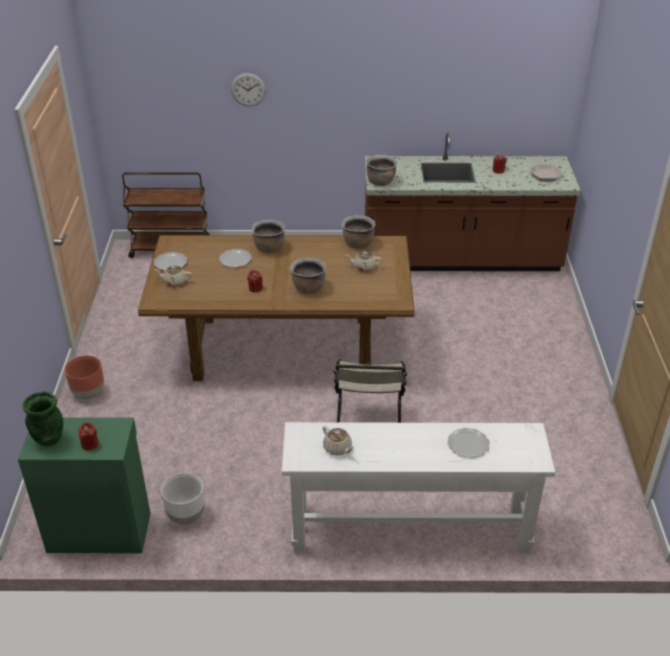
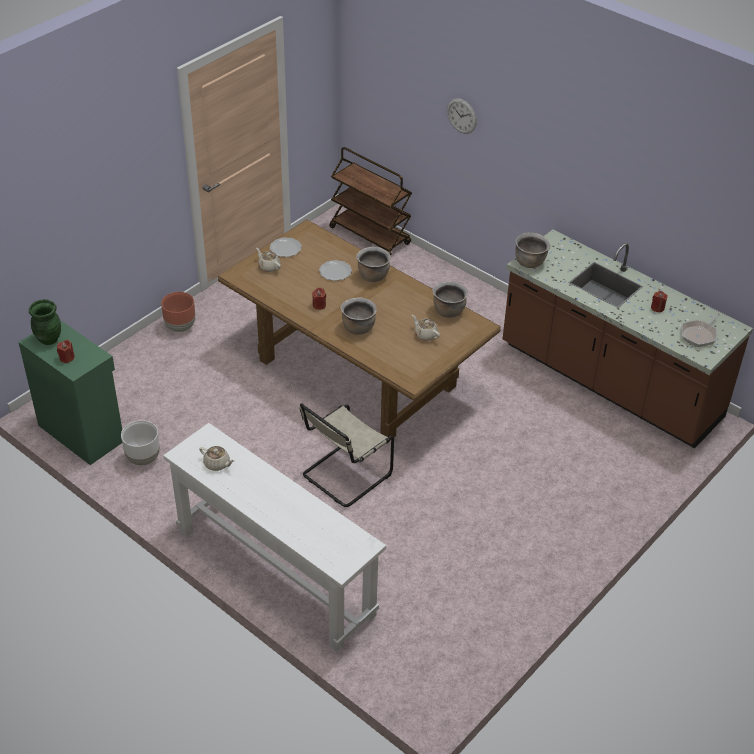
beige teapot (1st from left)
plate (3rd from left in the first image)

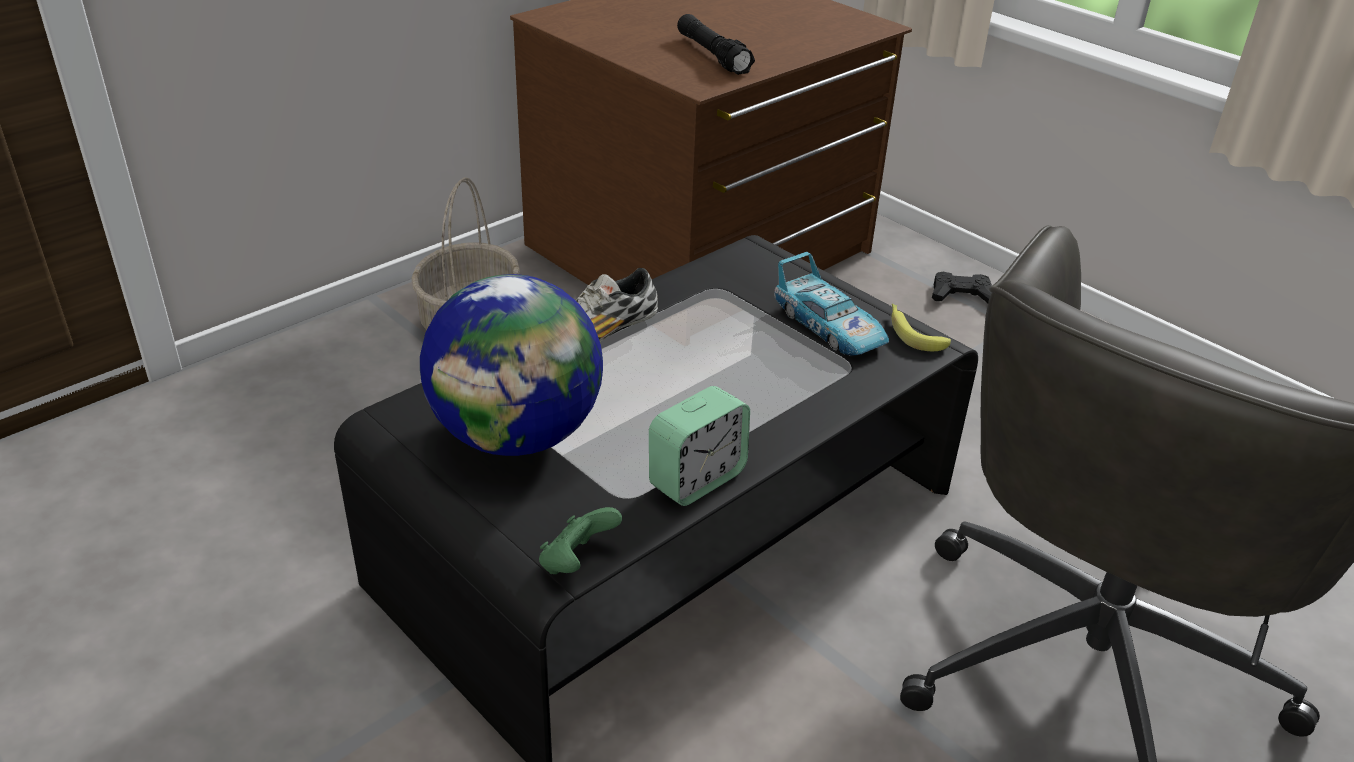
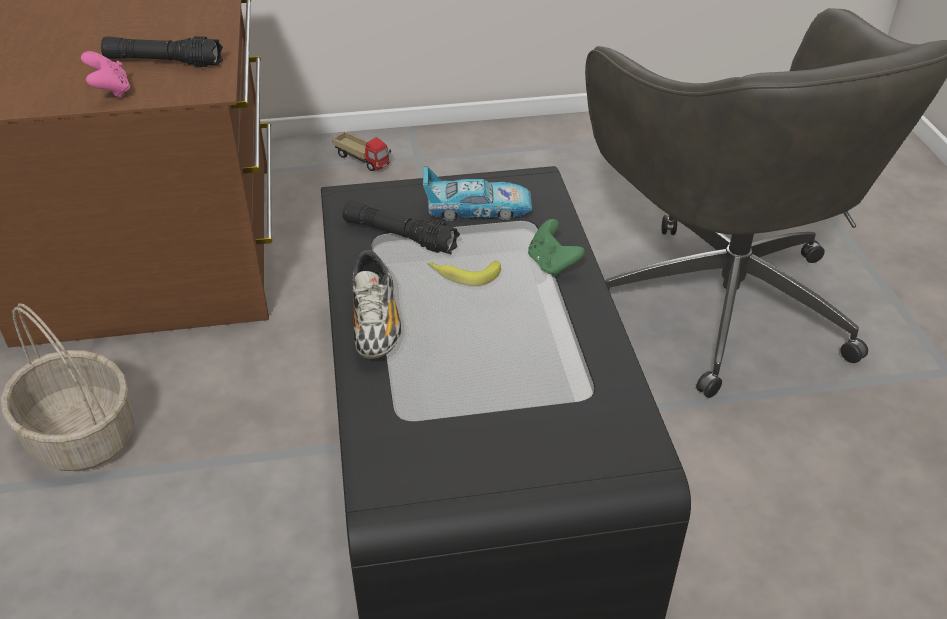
desk globe
green gamepad
table clock
banana
toy lorry
pink-coloured gamepad
blackish torch (2nd from left)

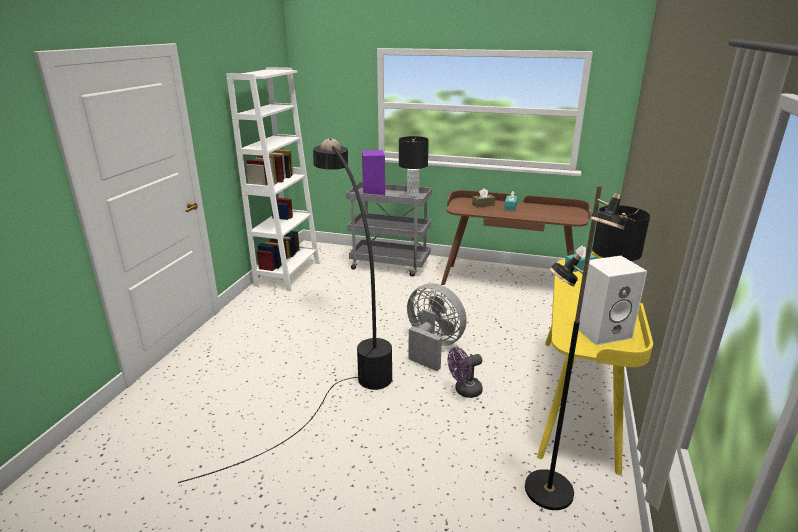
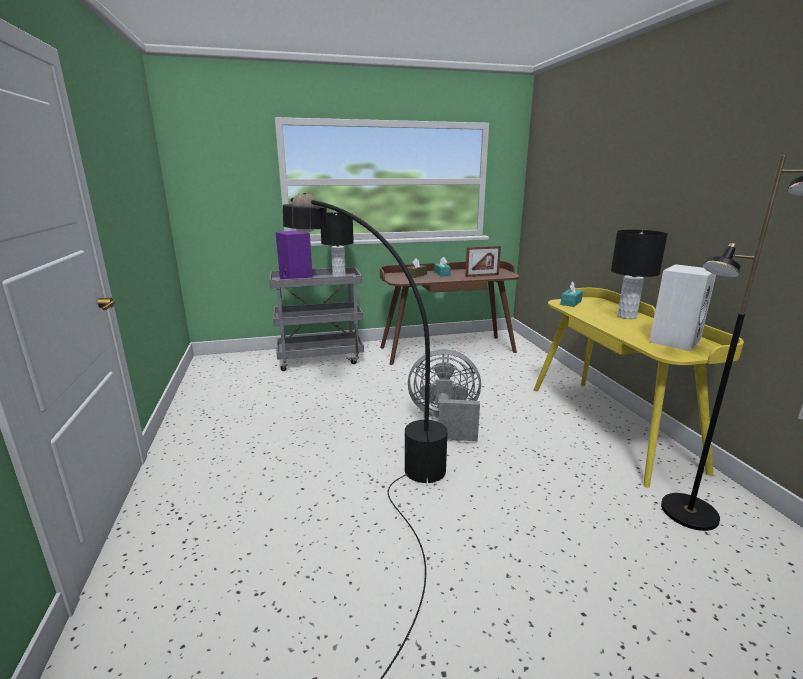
whitish shelving unit
purplish fan
standing frame

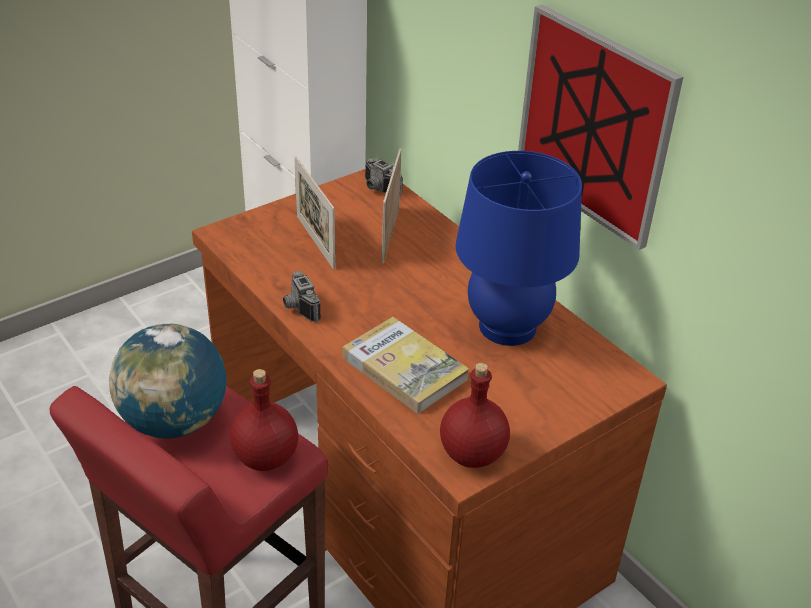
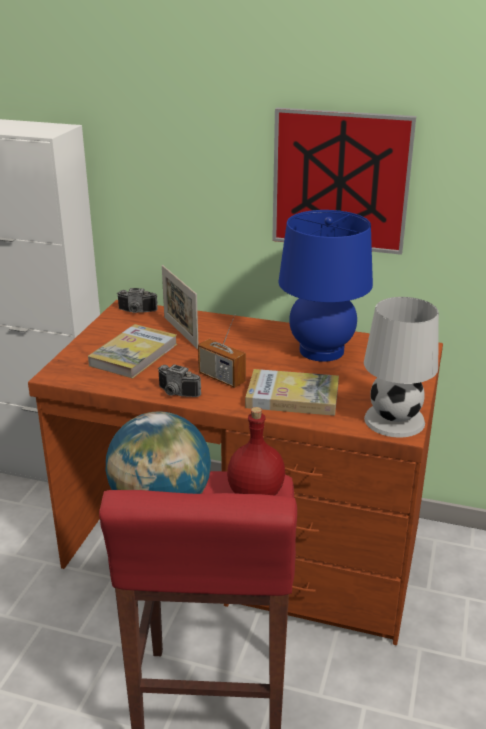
bound book (1st from left)
whitish tabletop lamp
radio

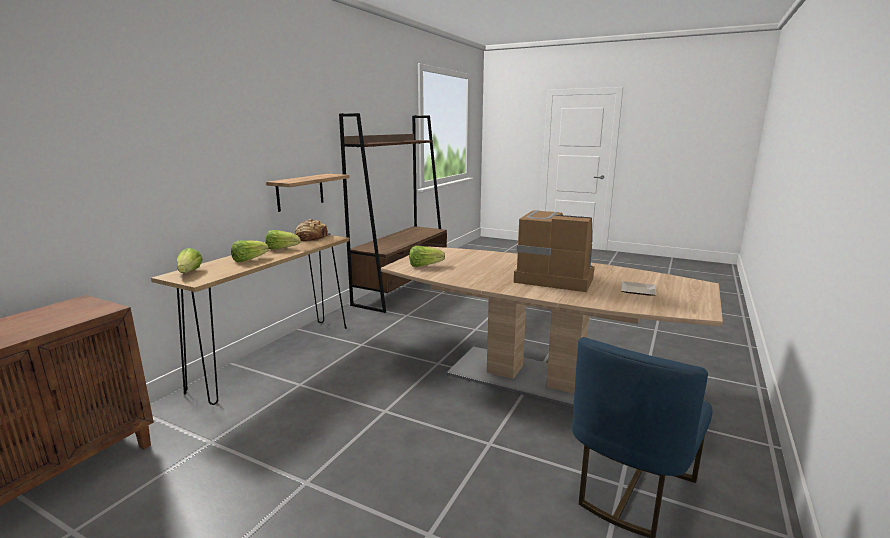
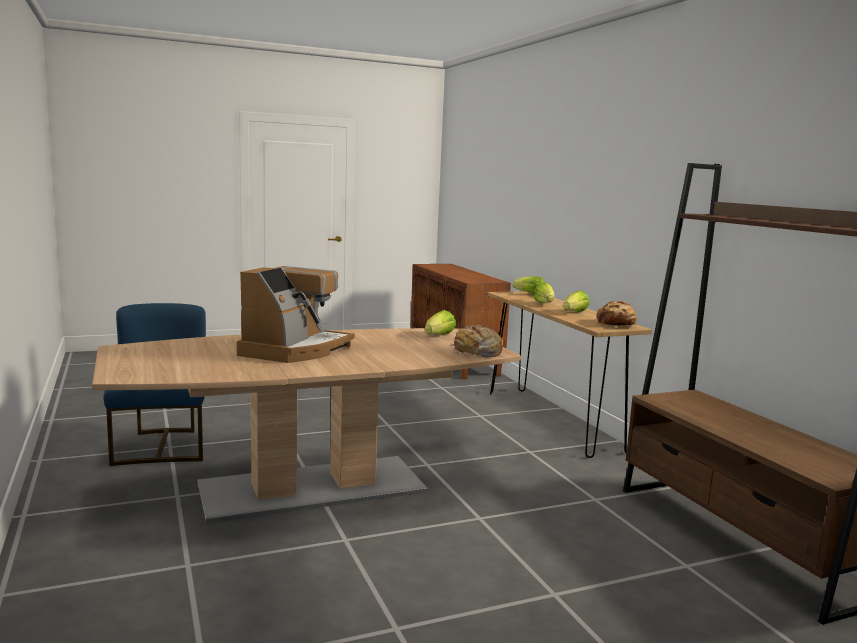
wall shelf
coffee brewer
plate
bakery bread (1st from left)

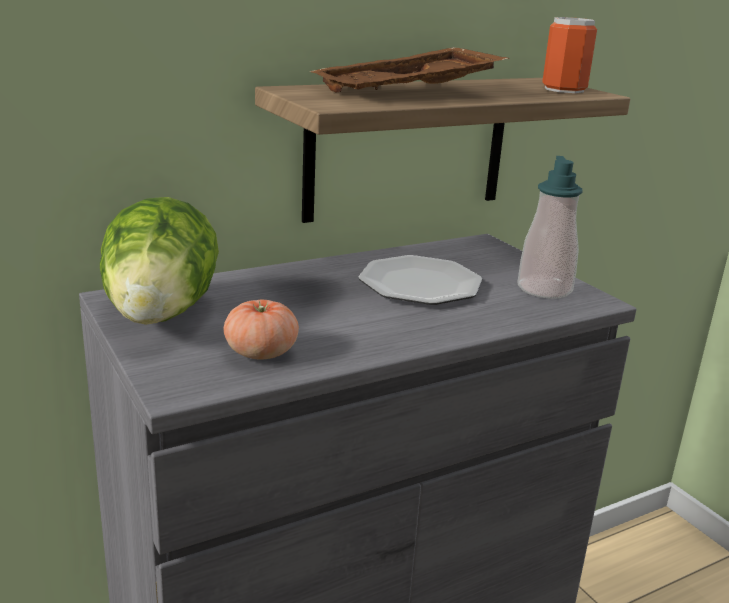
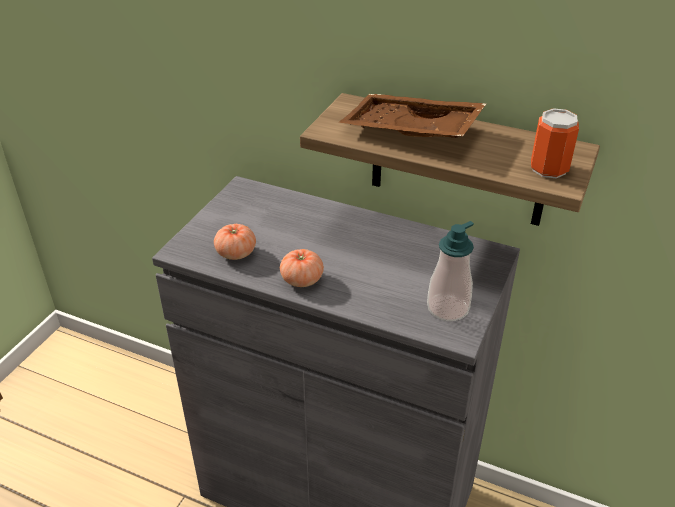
head of lettuce
plate
tomato (2nd from left)

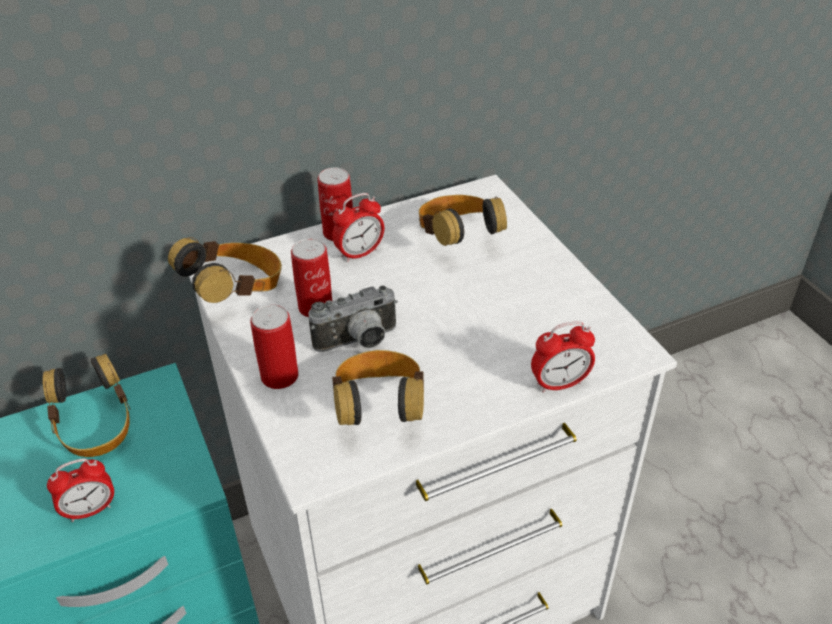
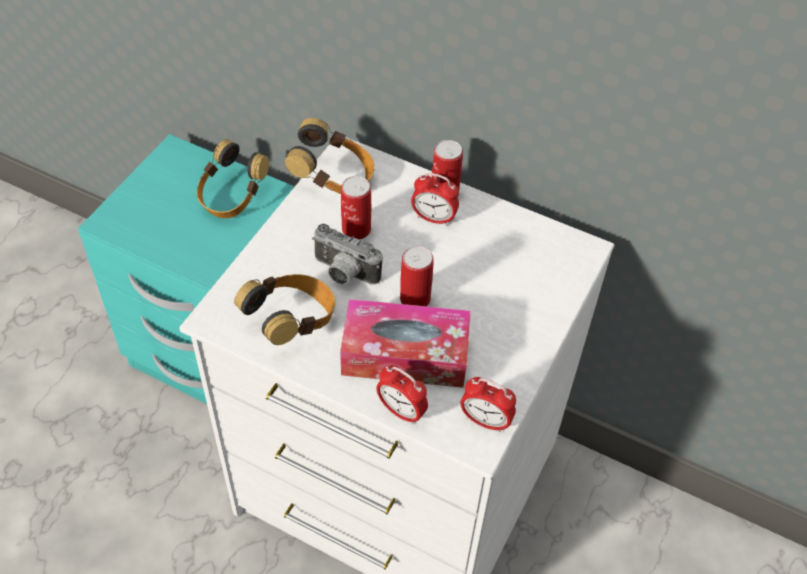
table clock (3rd from left)
can (2nd from left)
headphones (4th from left in the first image)
tissue box

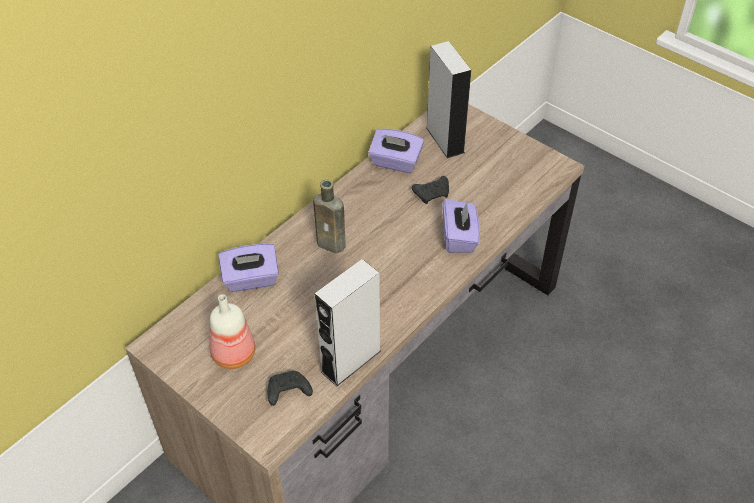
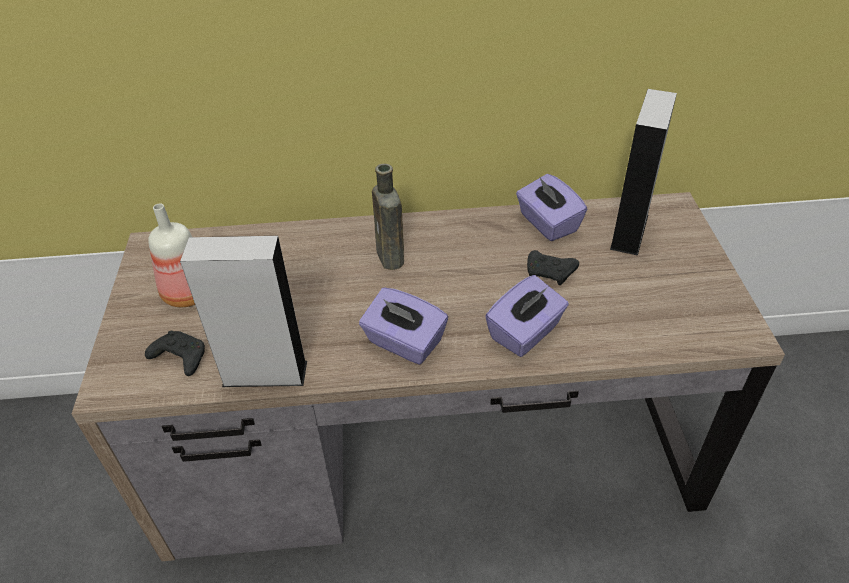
purplish tissue box (1st from left)

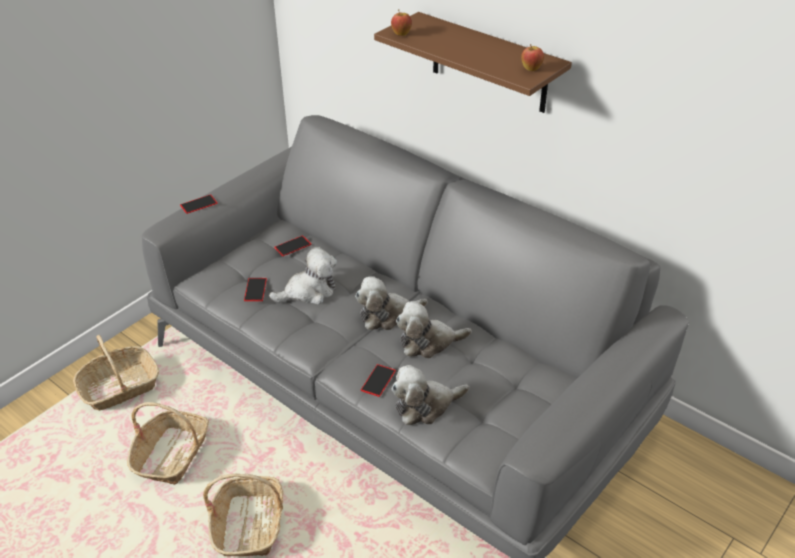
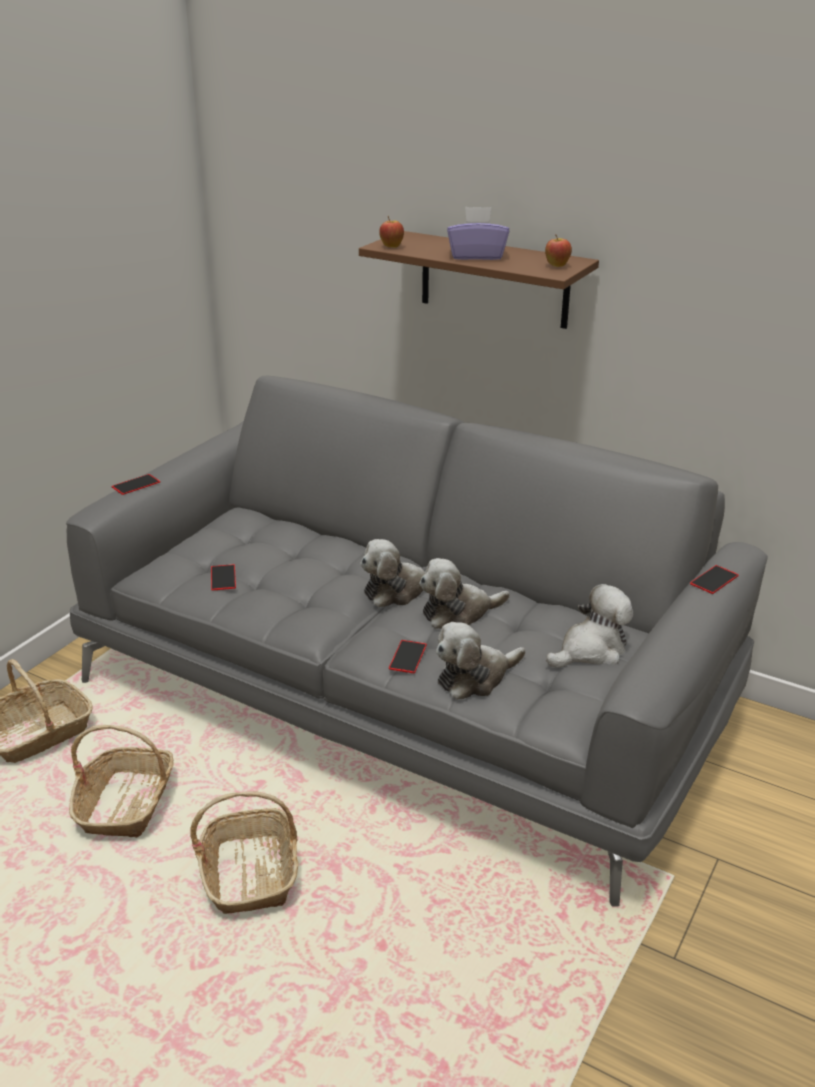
soft toy (4th from left)
handset (4th from left)
purplish tissue box

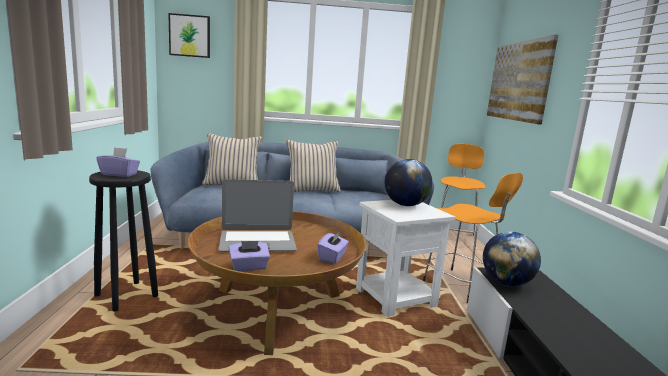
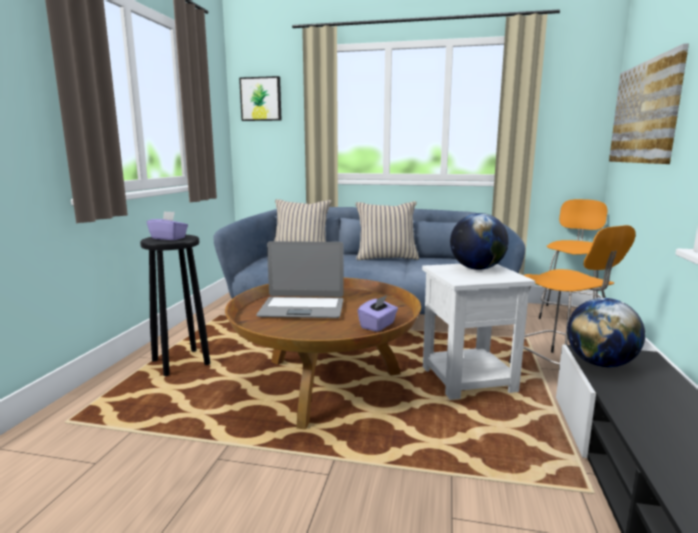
purplish tissue box (2nd from left in the first image)

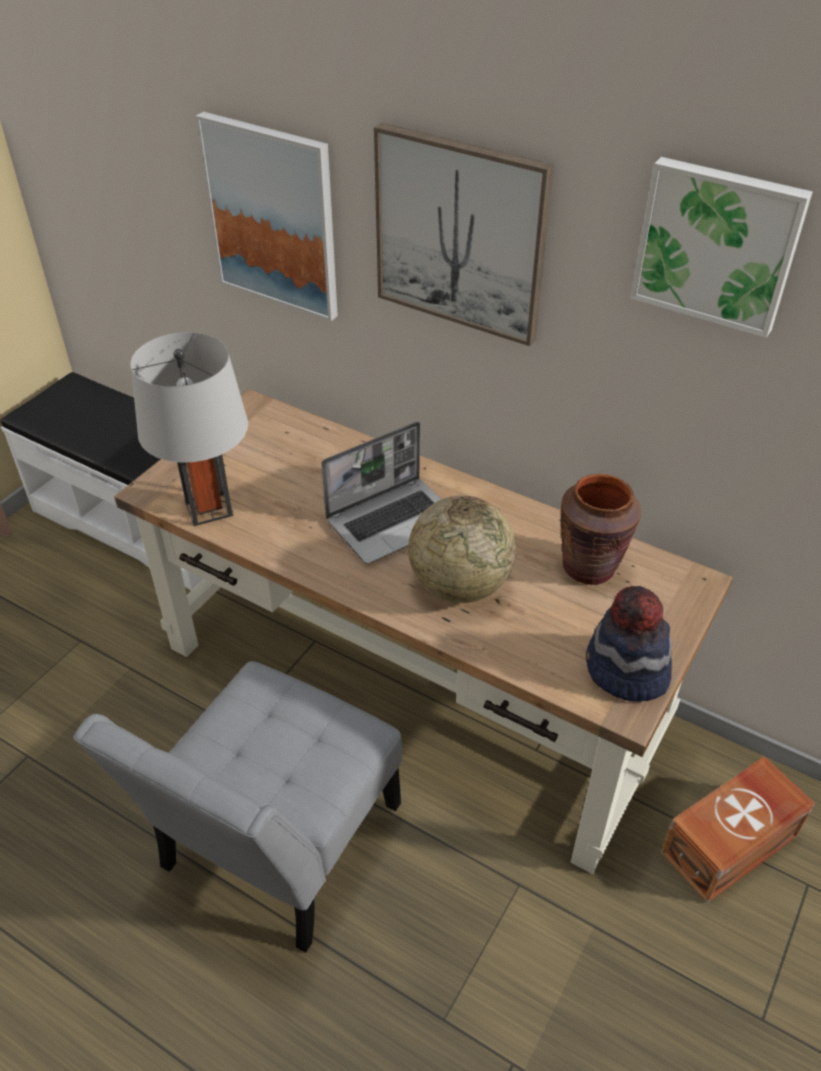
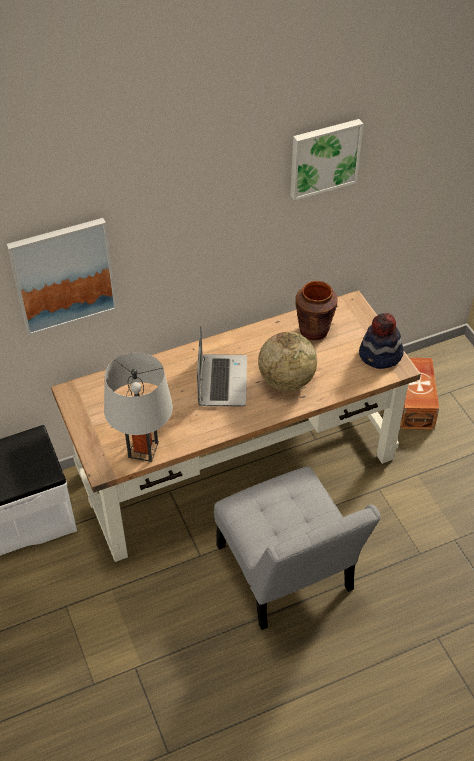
wall picture (2nd from left in the first image)

